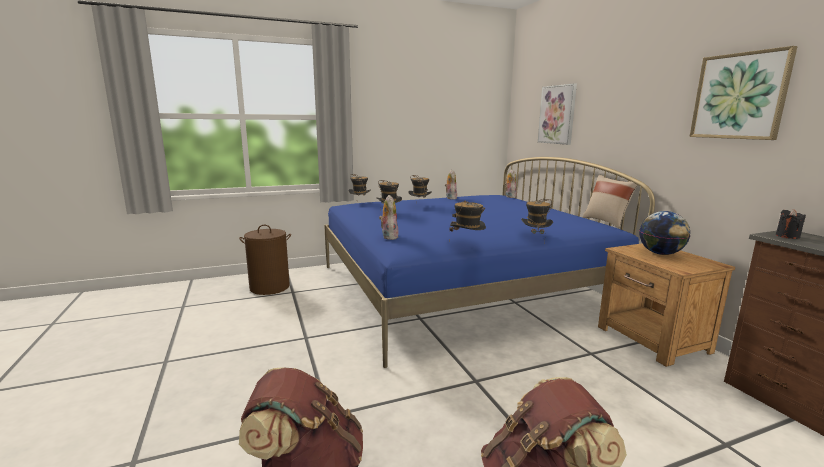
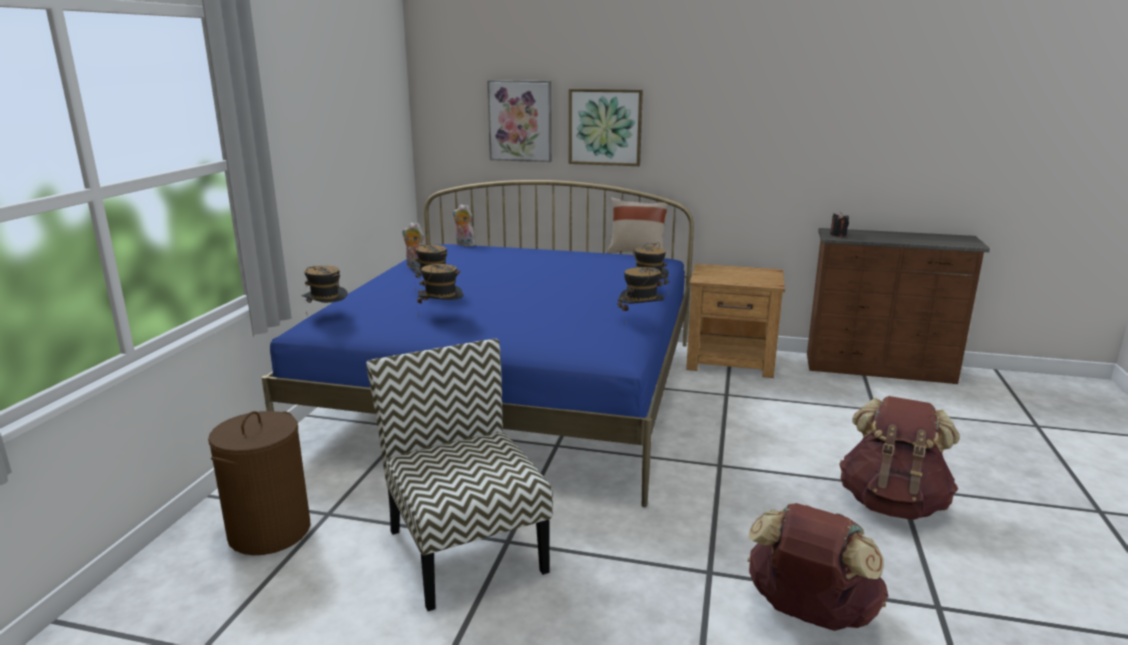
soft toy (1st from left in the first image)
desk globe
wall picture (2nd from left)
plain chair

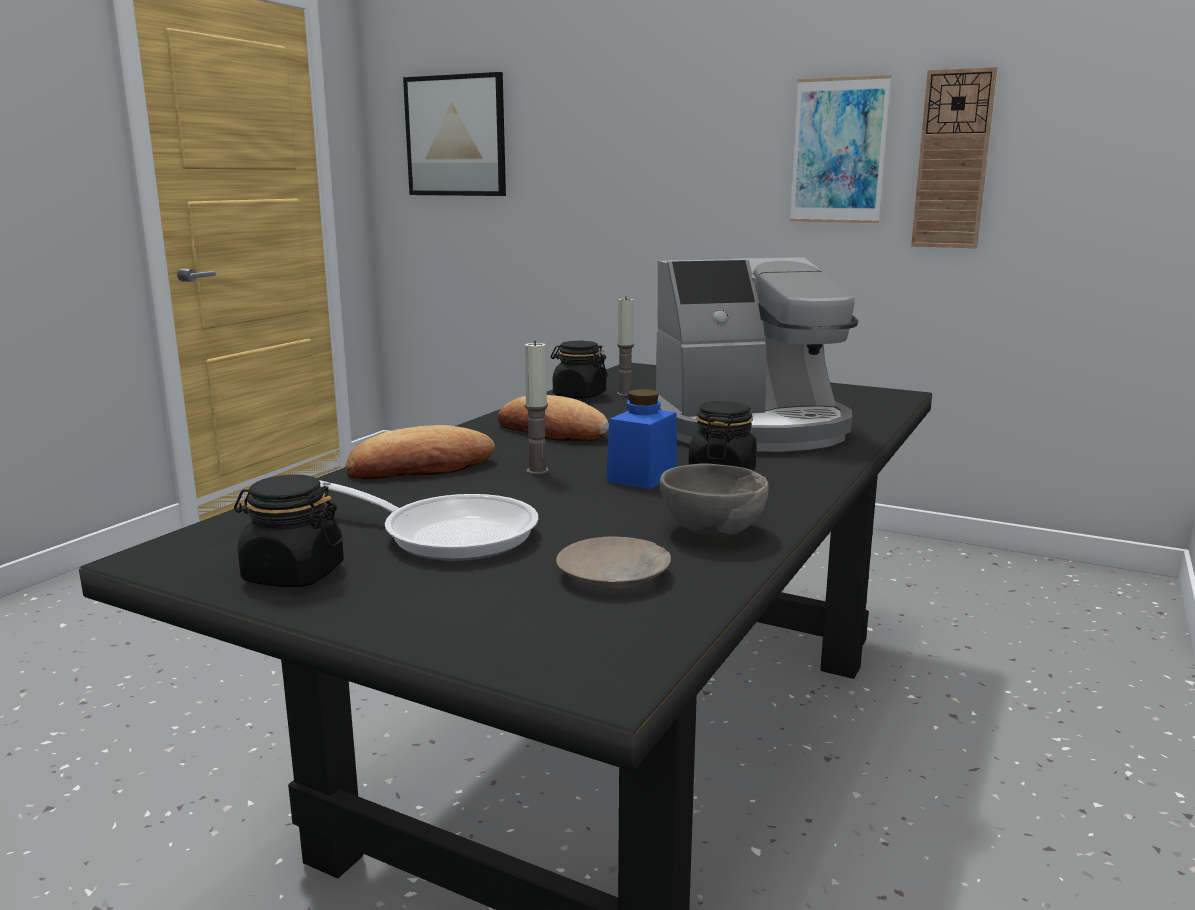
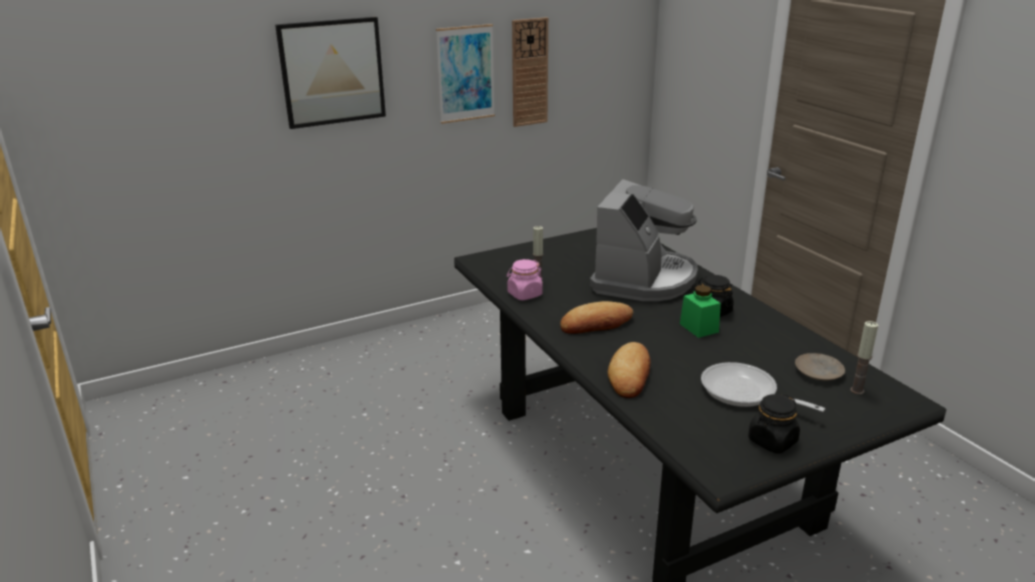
skillet
wall picture (1st from left)
candle (2nd from left)
pink-coloured jar
green jar
gray serving bowl

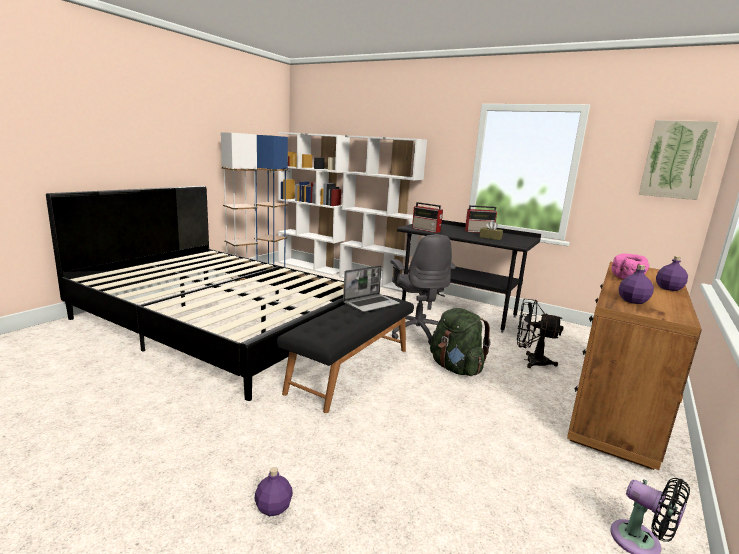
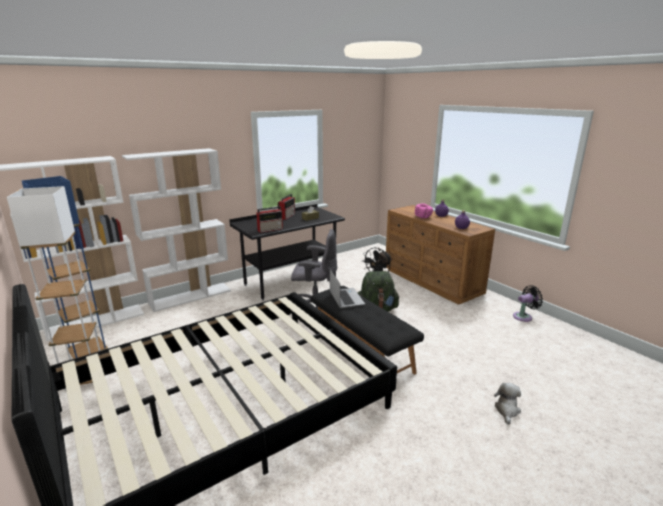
soft toy
wall picture

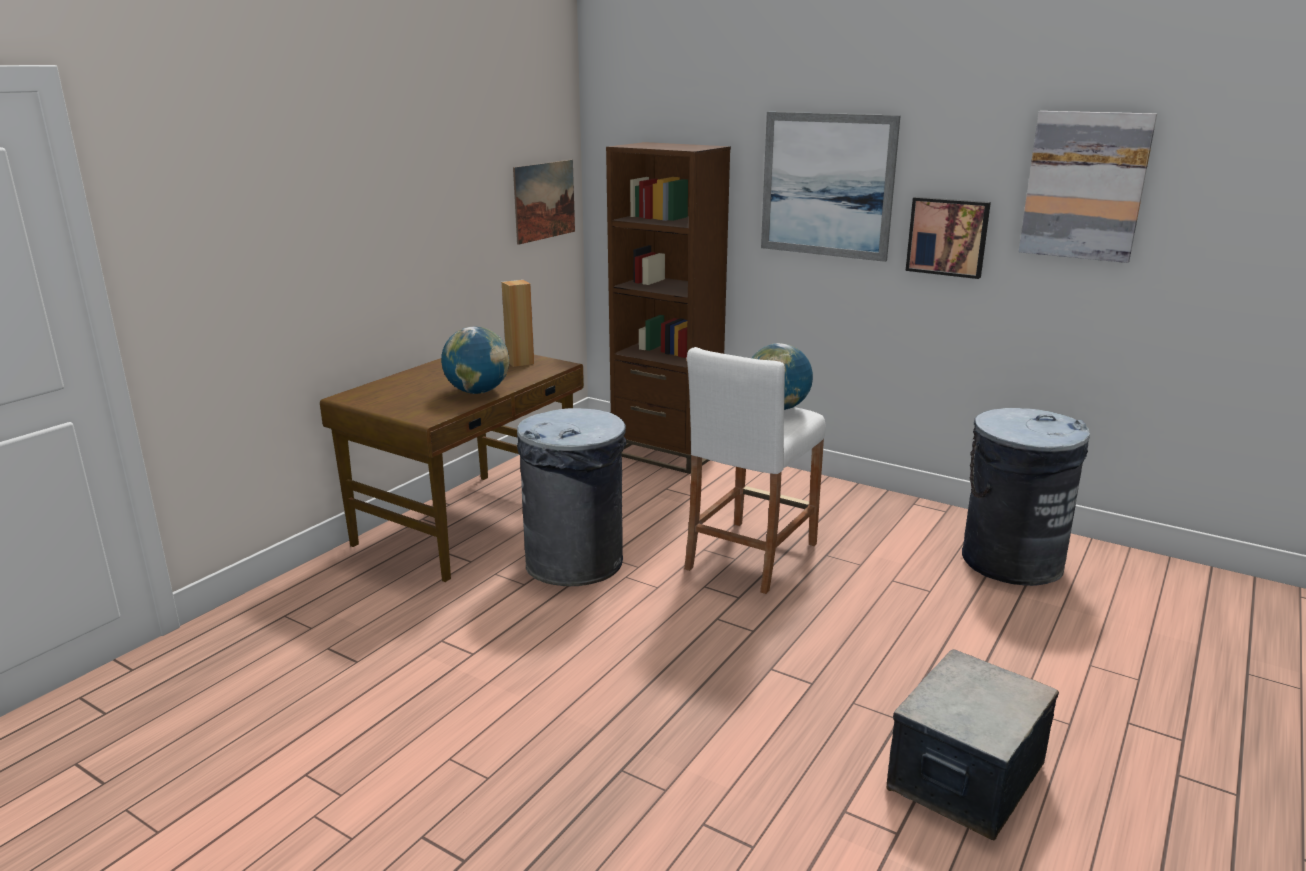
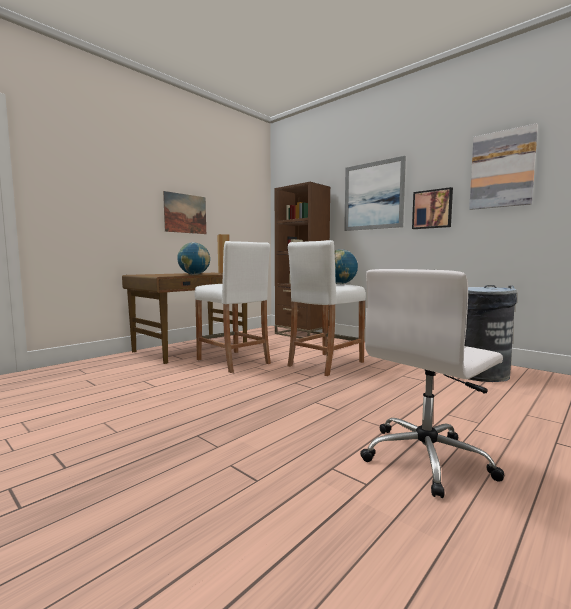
wall picture (1st from left)
whitish stool (1st from left)
whitish office chair

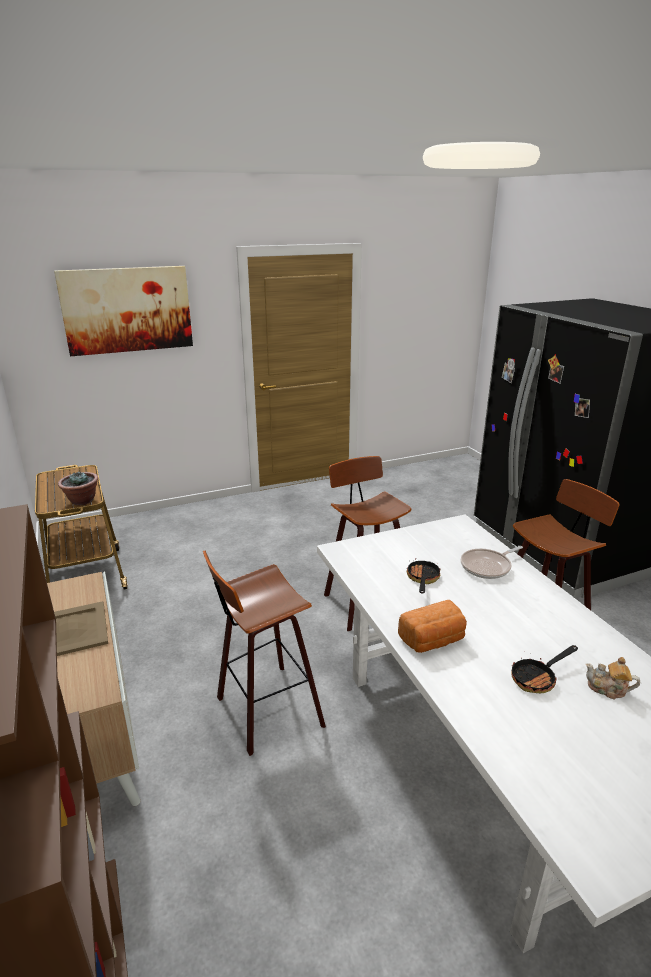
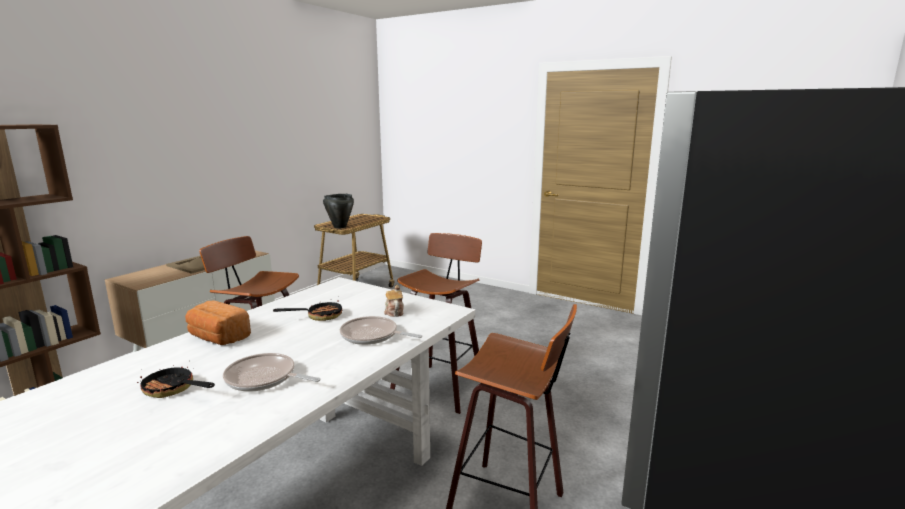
wall picture
blackish saucepot
teapot
skillet (2nd from left)

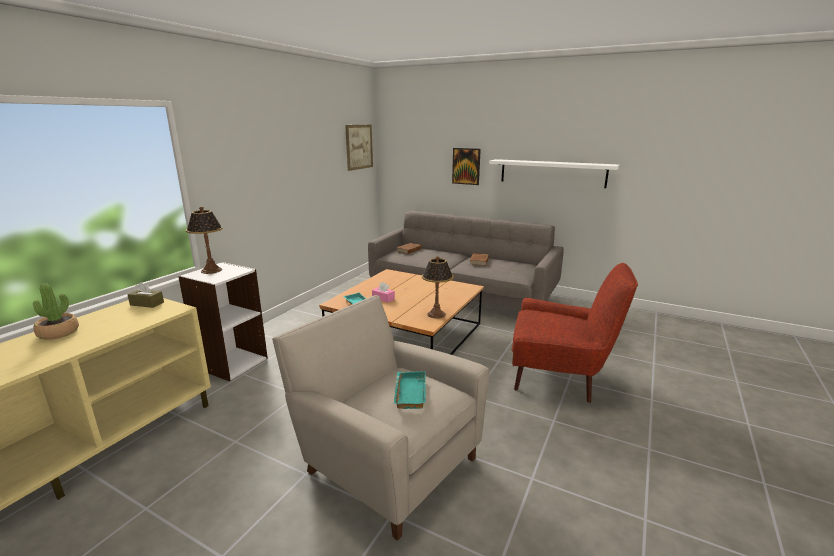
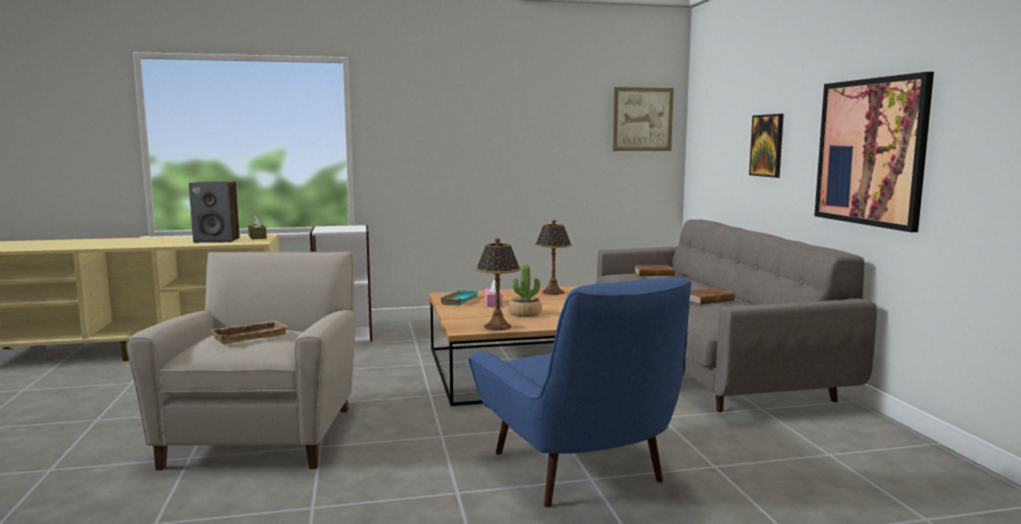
houseplant
tabletop lamp (2nd from left)
beige carrying tray
wall picture (3rd from left)
bluish lounge chair
speaker

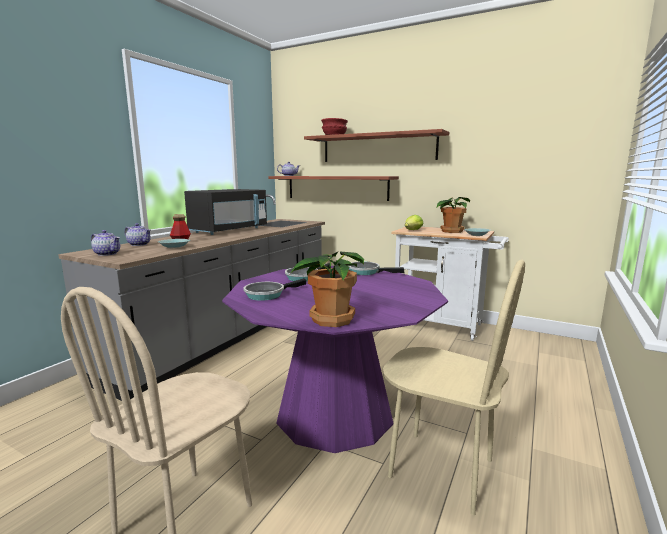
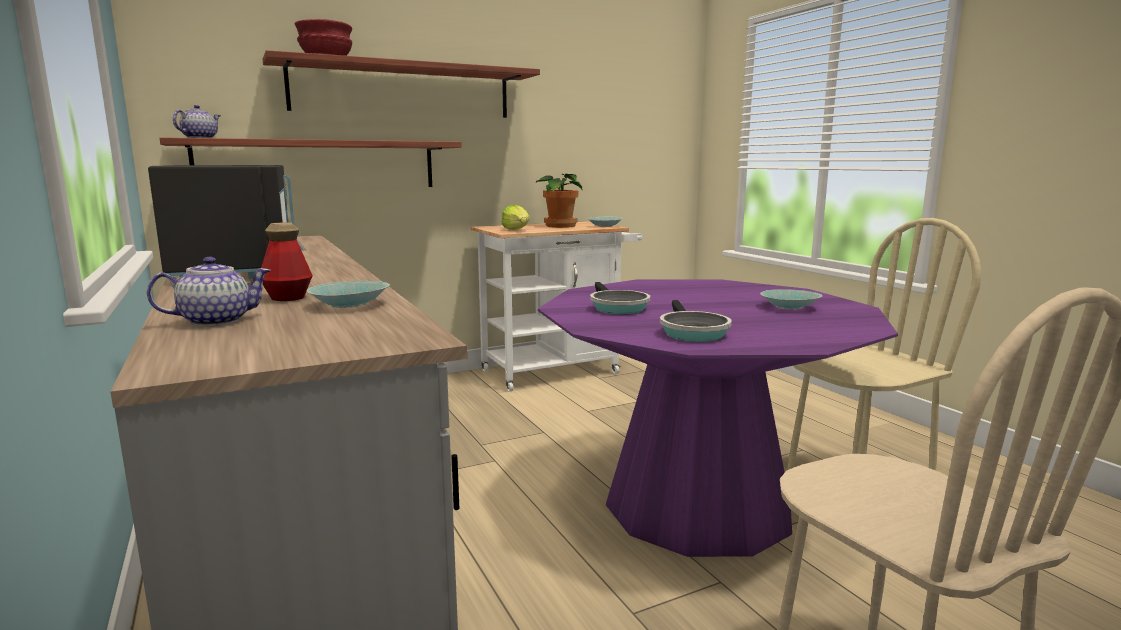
teapot (1st from left in the first image)
houseplant (1st from left in the first image)
skillet (3rd from left in the first image)
turquoise-coloured serving bowl (3rd from left)

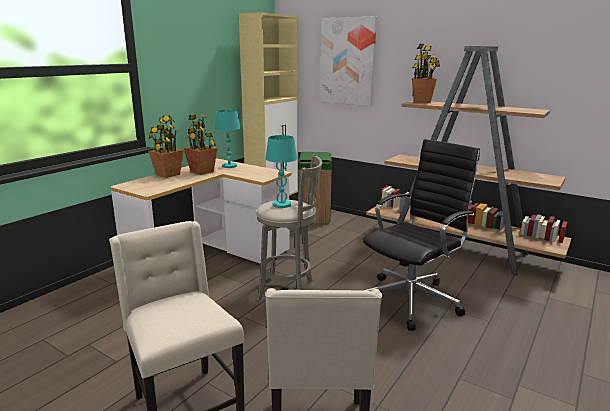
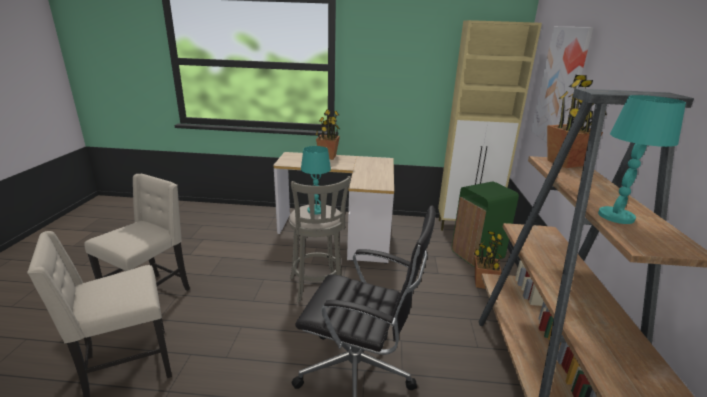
houseplant (2nd from left)
turquoise-coloured tabletop lamp (2nd from left)

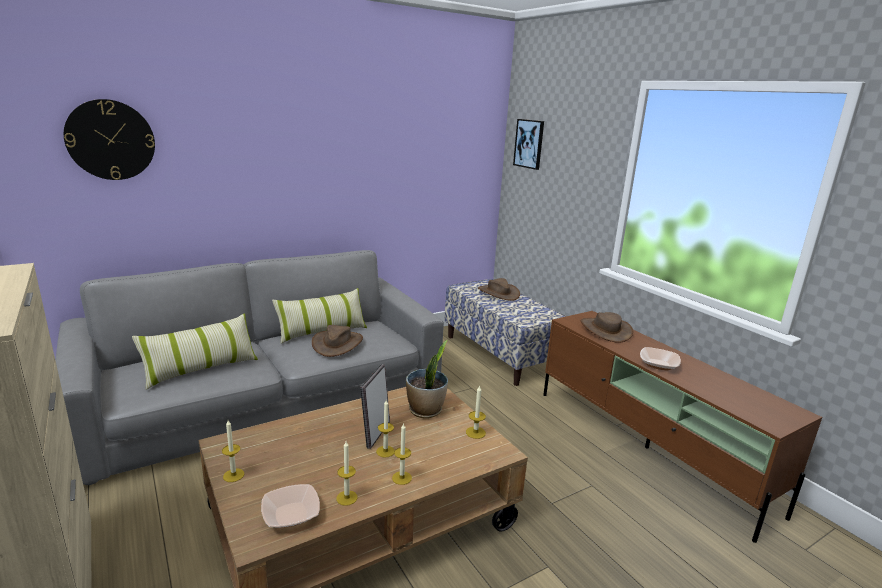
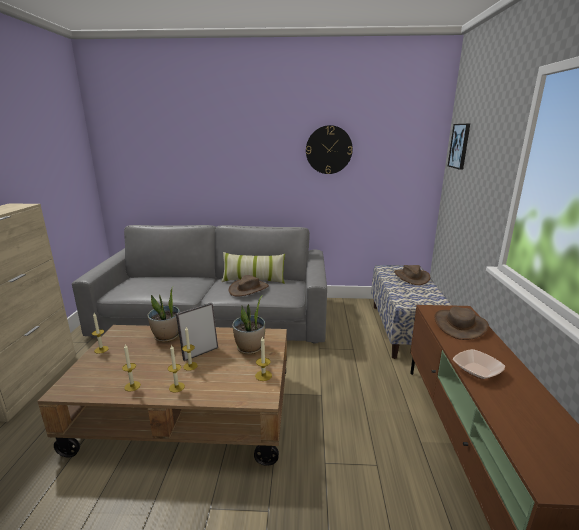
wall clock
pillow (1st from left in the first image)
serving bowl (1st from left in the first image)
houseplant (1st from left)

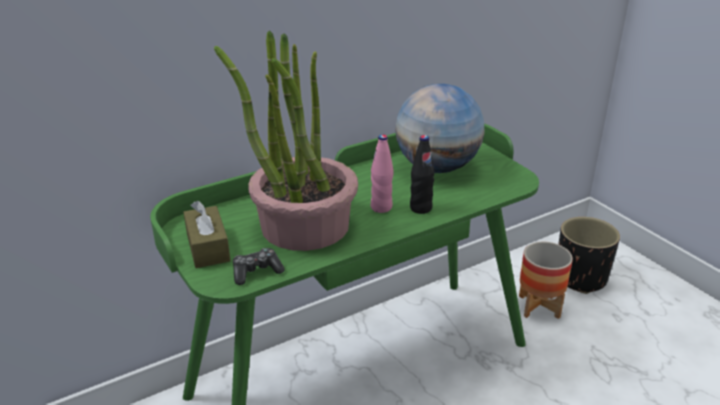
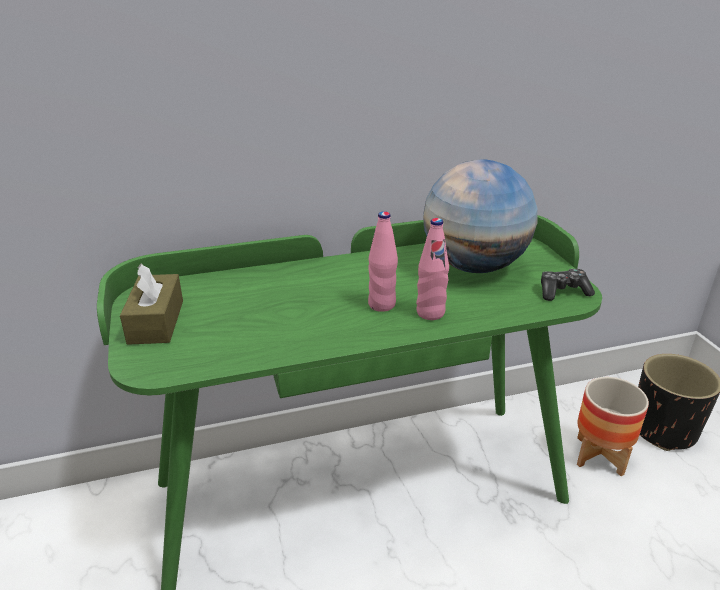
houseplant
gamepad
pink-coloured bottle (2nd from left)

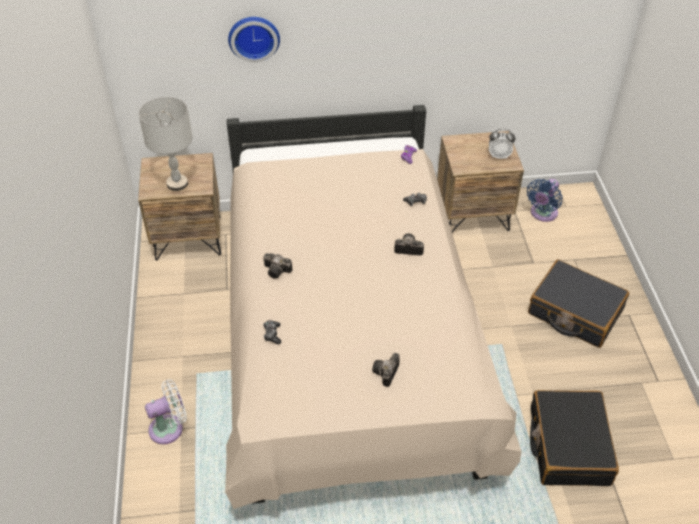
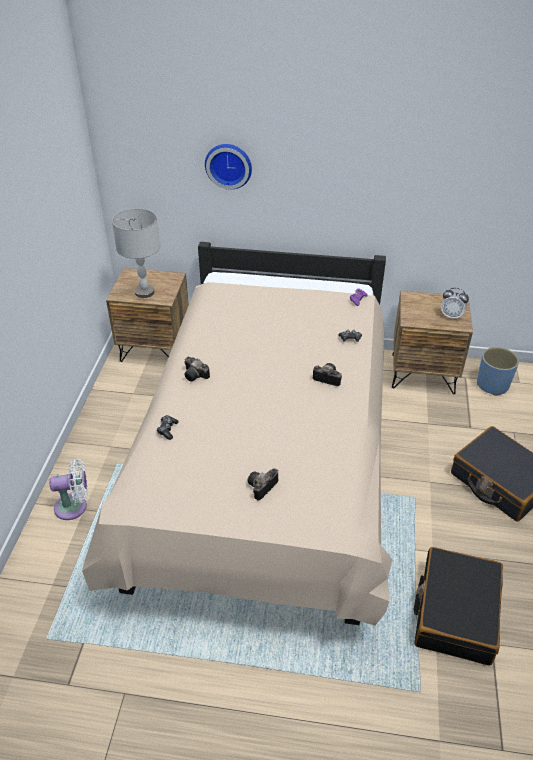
bluish planter

